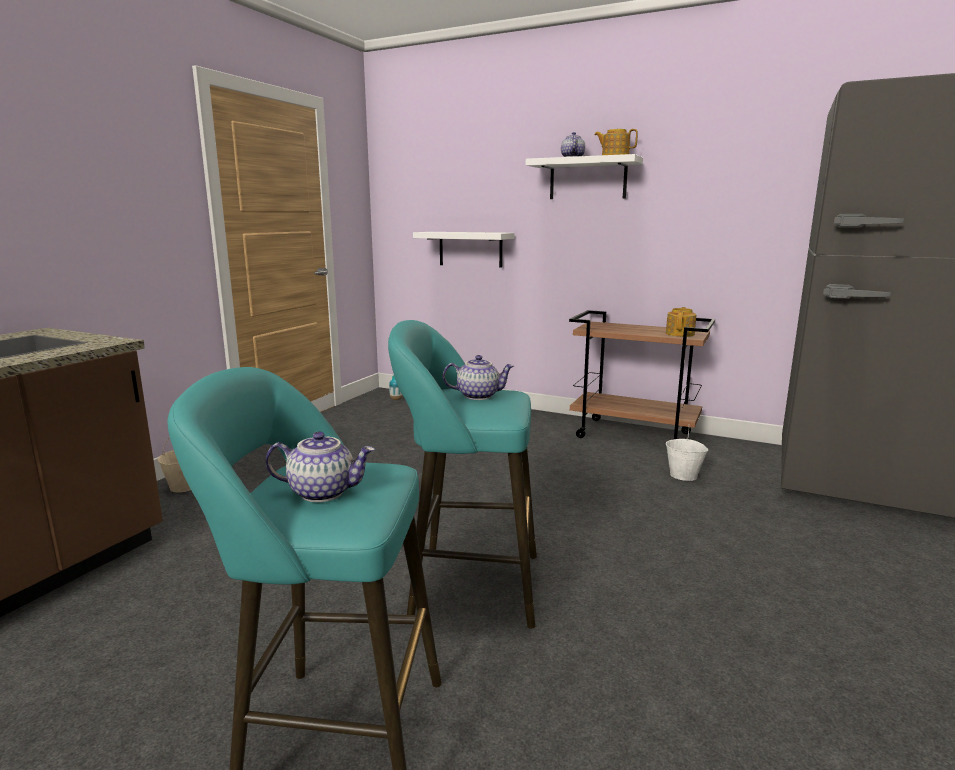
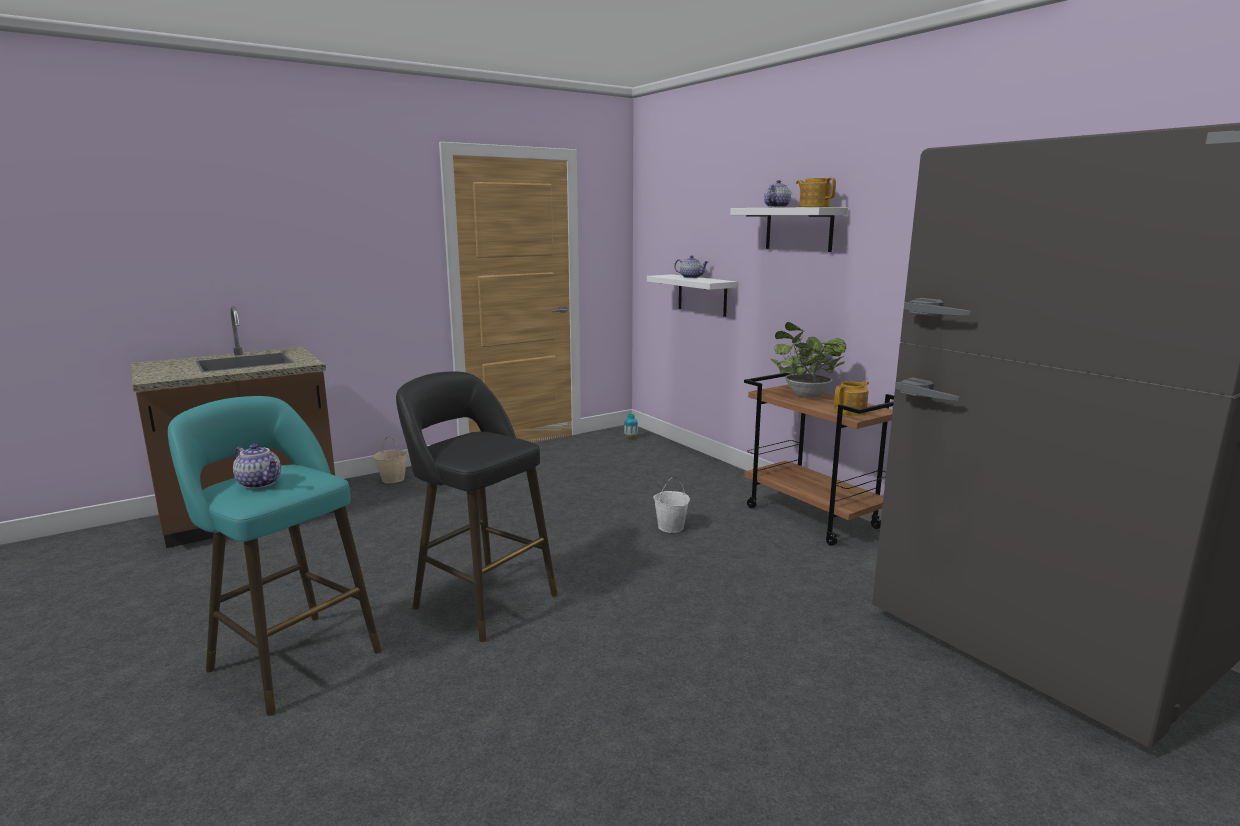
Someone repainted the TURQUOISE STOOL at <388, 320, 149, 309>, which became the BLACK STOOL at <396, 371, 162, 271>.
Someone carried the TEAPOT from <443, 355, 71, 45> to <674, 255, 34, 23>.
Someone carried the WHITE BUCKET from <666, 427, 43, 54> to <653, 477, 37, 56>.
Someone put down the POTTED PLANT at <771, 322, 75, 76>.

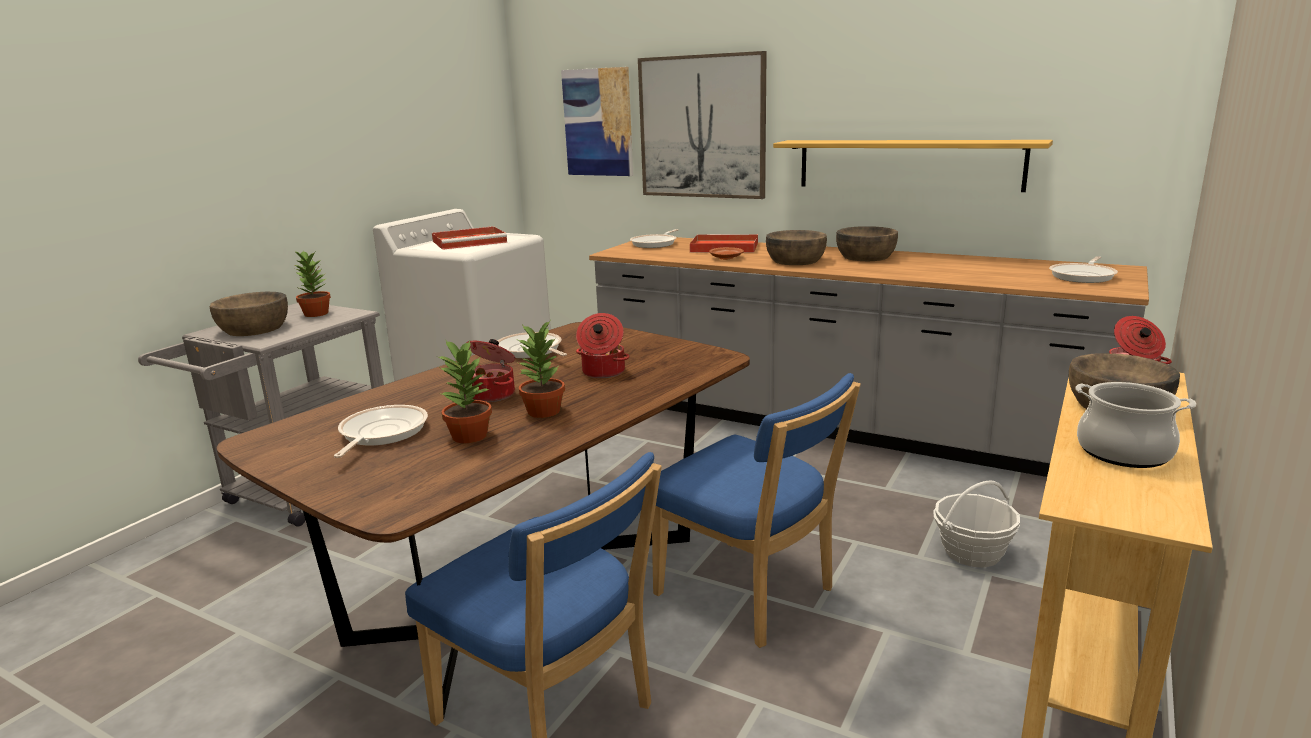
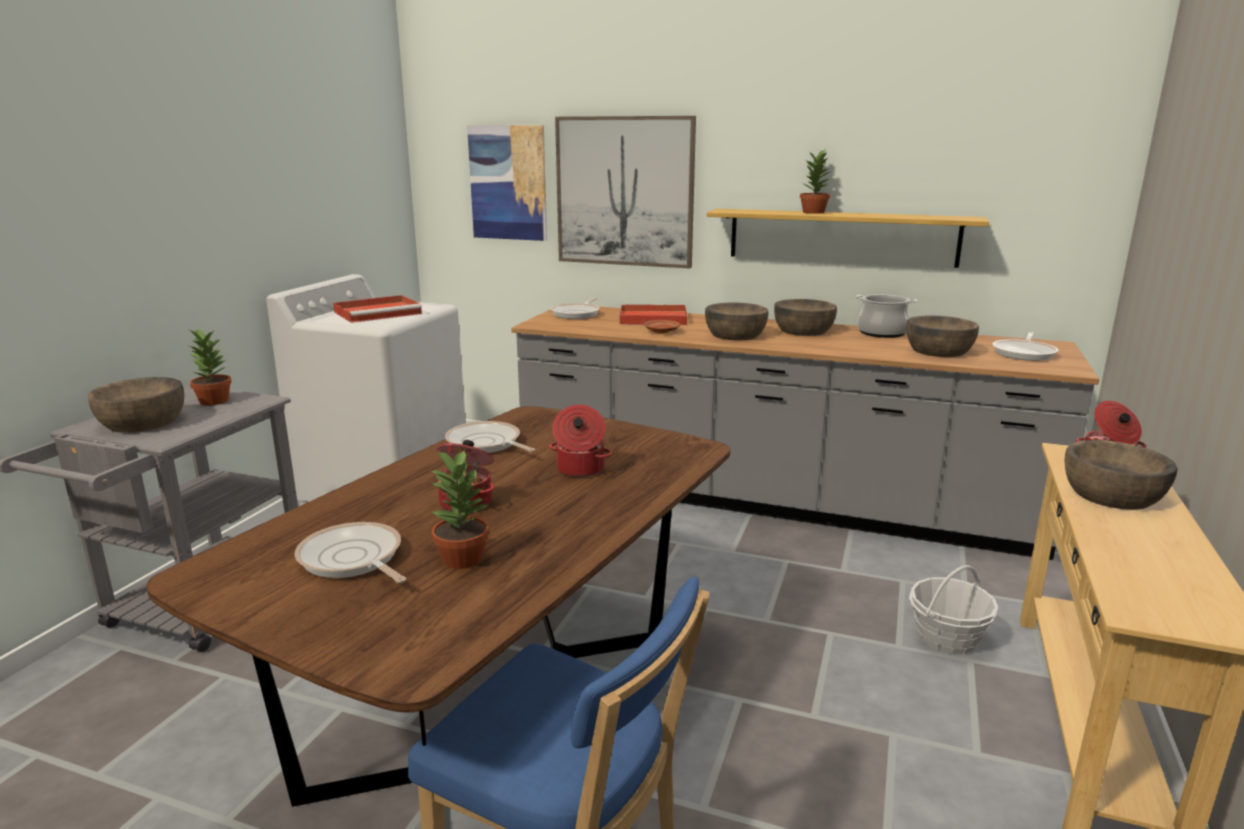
Someone rotated the FRYING PAN at <334, 405, 94, 53> by 45 degrees counterclockwise.
Someone carried the POTTED PLANT from <518, 321, 47, 97> to <800, 149, 32, 65>.
Someone took away the BLUE CHAIR at <652, 373, 209, 275>.
Someone carried the COOKING POT from <1075, 382, 121, 86> to <856, 294, 61, 44>.
Someone put down the BROWN BOWL at <906, 315, 73, 42>.

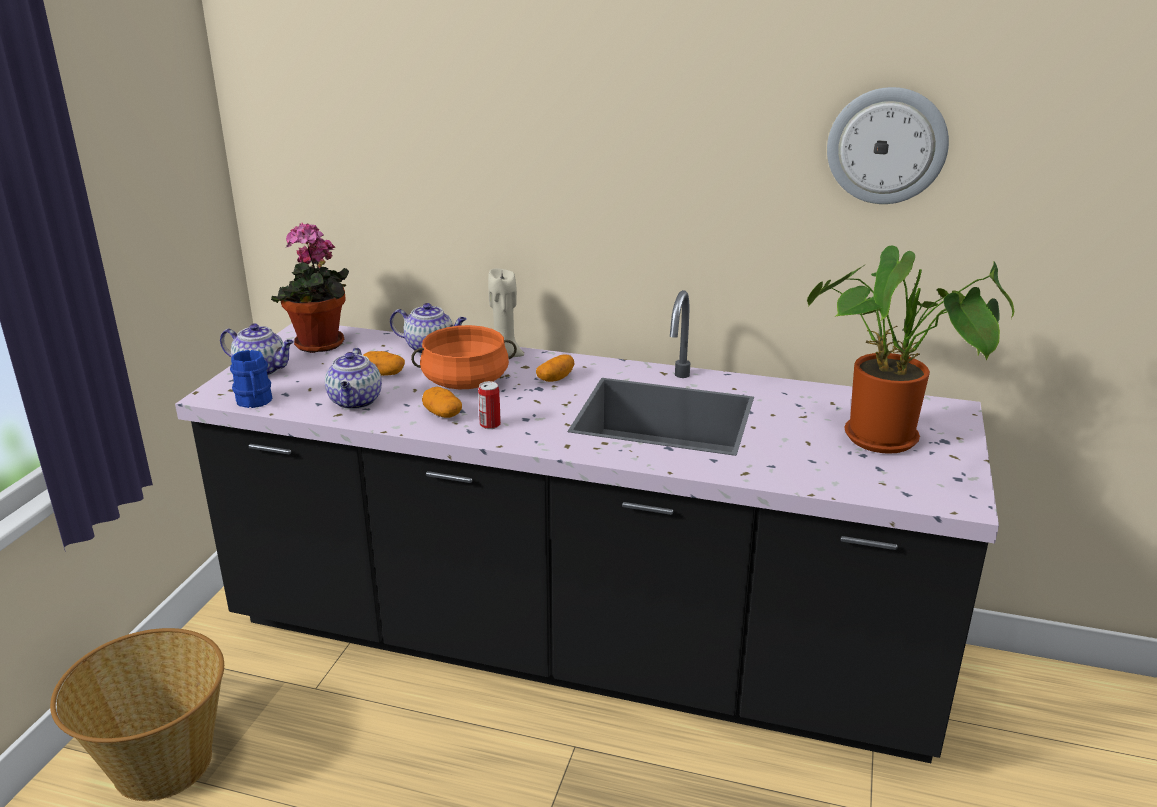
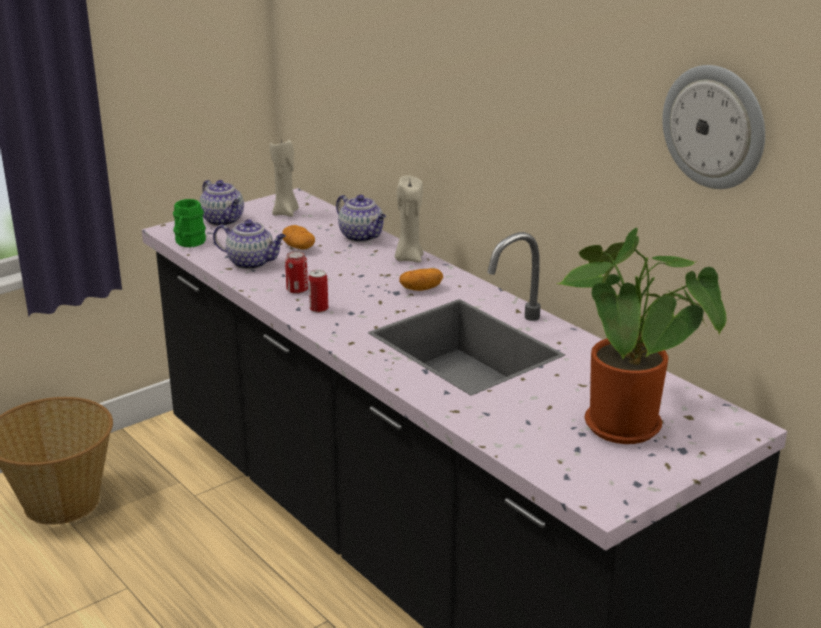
Someone repainted the BLUE MUG at <230, 350, 42, 58>, which became the GREEN MUG at <173, 199, 33, 48>.
Someone swapped the POTTED PLANT at <271, 223, 78, 130> for the BEIGE CANDLE at <270, 140, 29, 77>.
Someone rotated the TEAPOT at <325, 348, 57, 61> by 105 degrees counterclockwise.
Someone took away the ORANGE COOKING POT at <411, 325, 106, 64>.
Someone swapped the POTATO at <422, 387, 40, 31> for the CAN at <285, 251, 23, 43>.

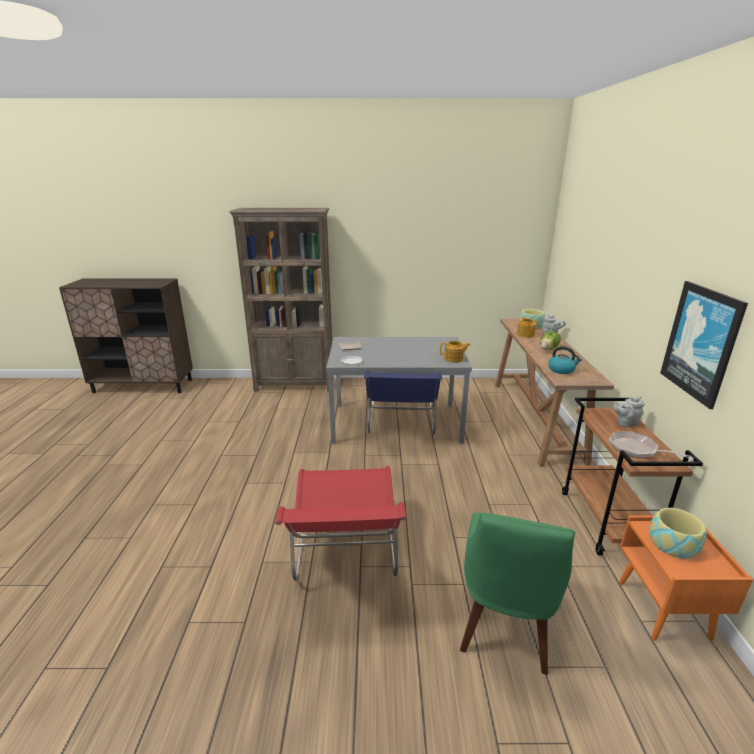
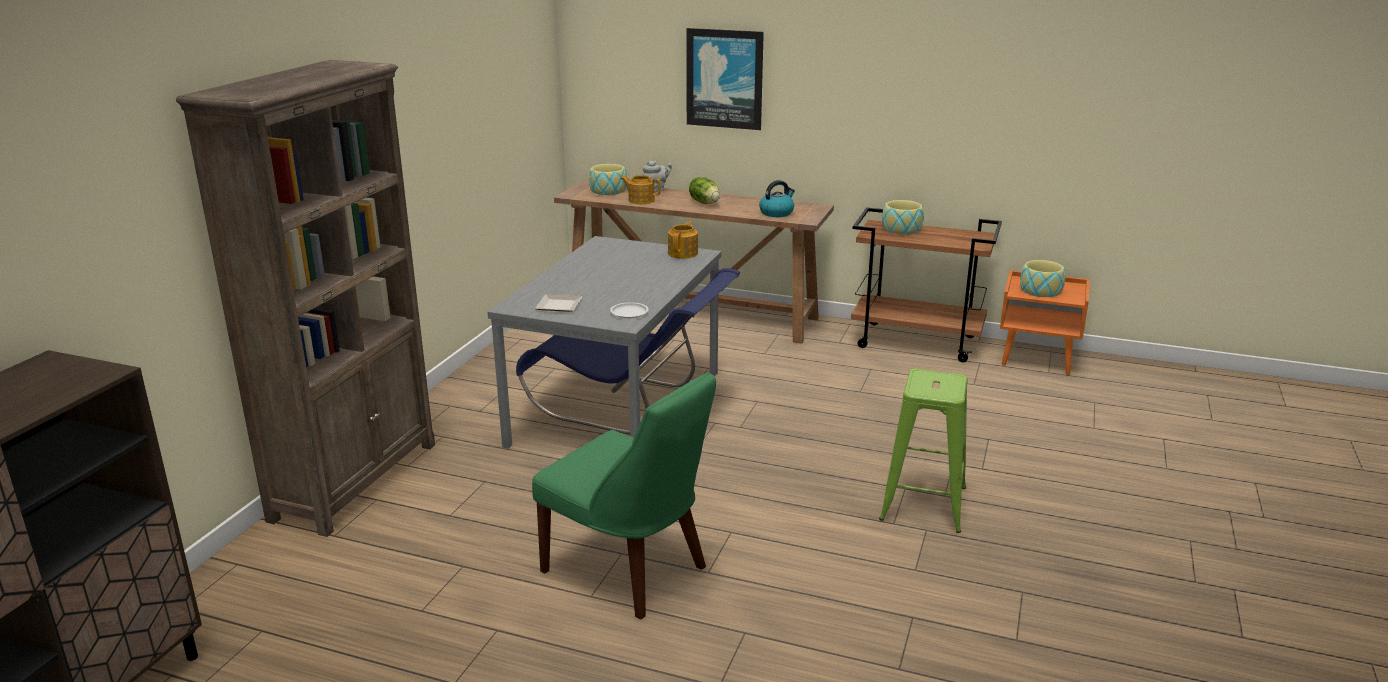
Someone swapped the RED CHAIR at <275, 466, 132, 115> for the GREEN STOOL at <879, 369, 89, 164>.
Someone carried the GREEN CHAIR from <460, 512, 115, 163> to <532, 372, 184, 247>.
Someone took away the FRYING PAN at <609, 431, 85, 28>.
Someone swapped the GREY TEAPOT at <613, 396, 32, 31> for the BOWL at <882, 200, 42, 35>.
Someone carried the PICTURE from <660, 281, 88, 128> to <686, 28, 78, 102>.

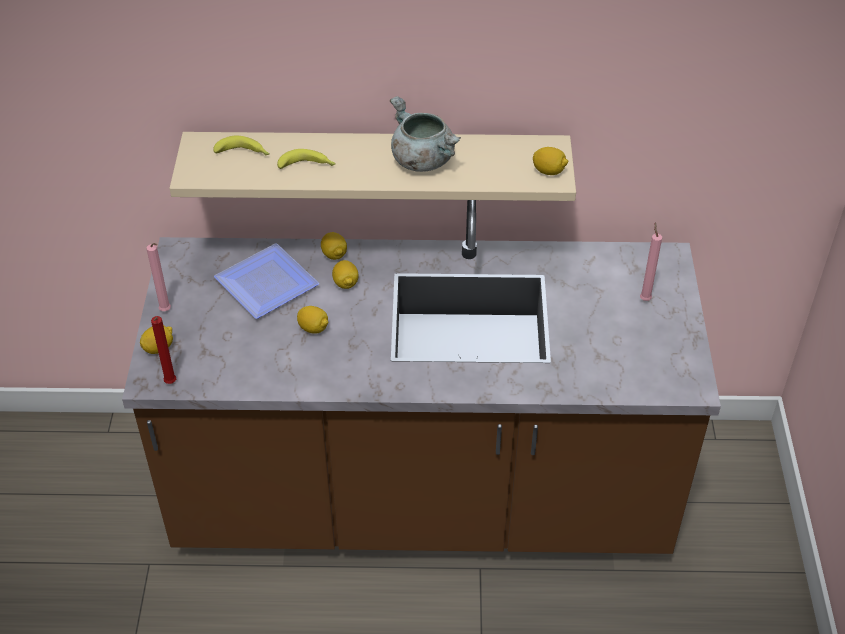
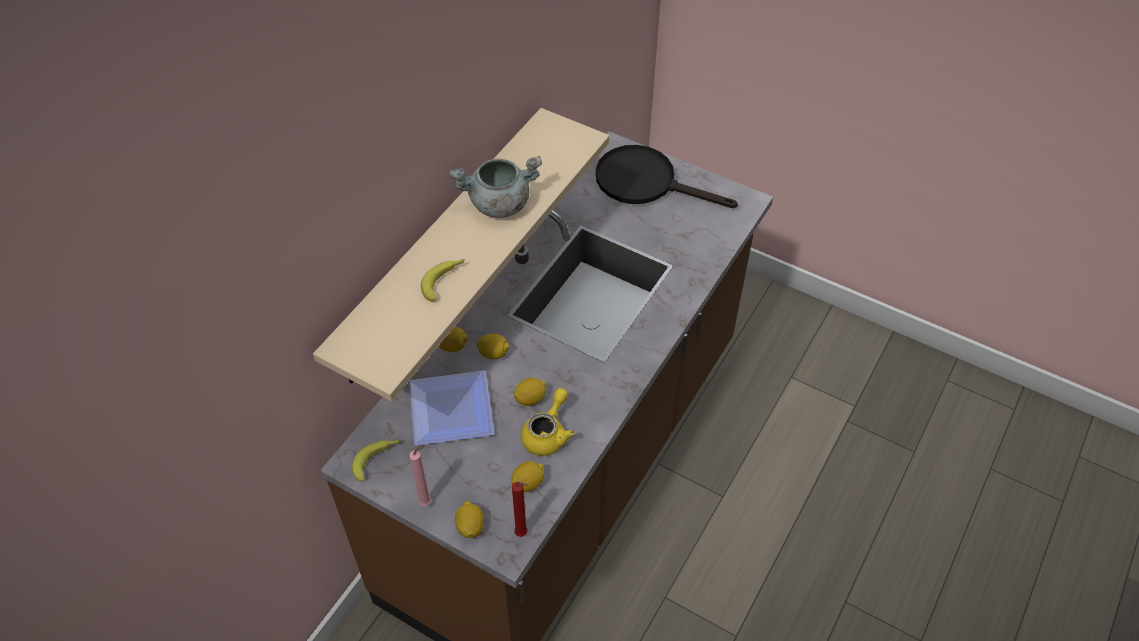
Someone carried the BANANA from <213, 135, 57, 21> to <352, 440, 48, 41>.
Someone carried the LEMON from <533, 147, 35, 28> to <511, 461, 33, 31>.
Someone swapped the PINK CANDLE at <640, 222, 22, 79> for the BLACK FRYING PAN at <596, 145, 142, 63>.
Someone put down the YELLOW TEAPOT at <521, 388, 54, 68>.

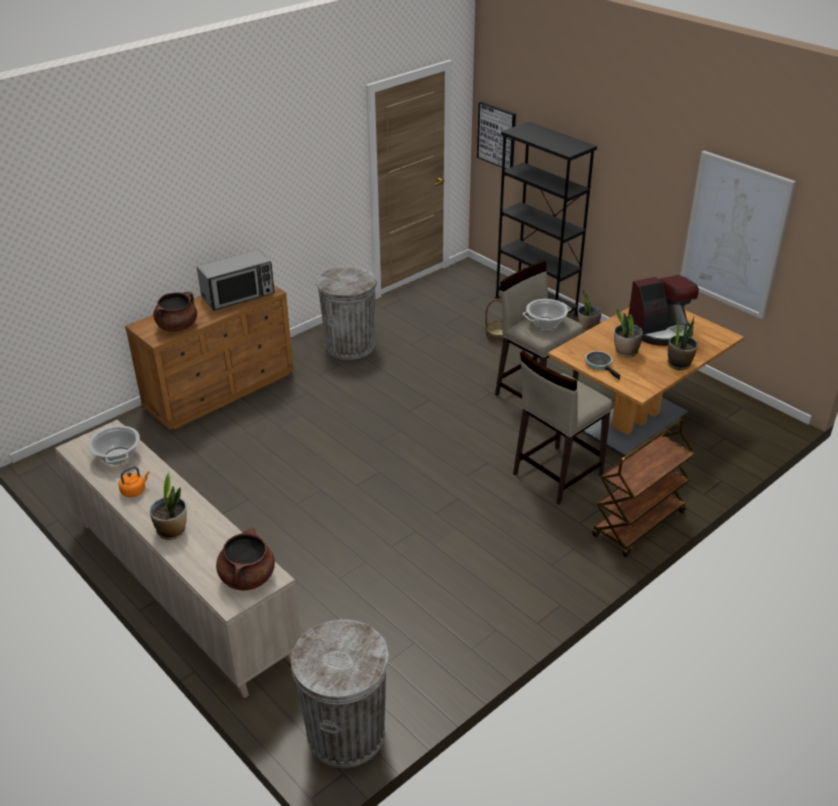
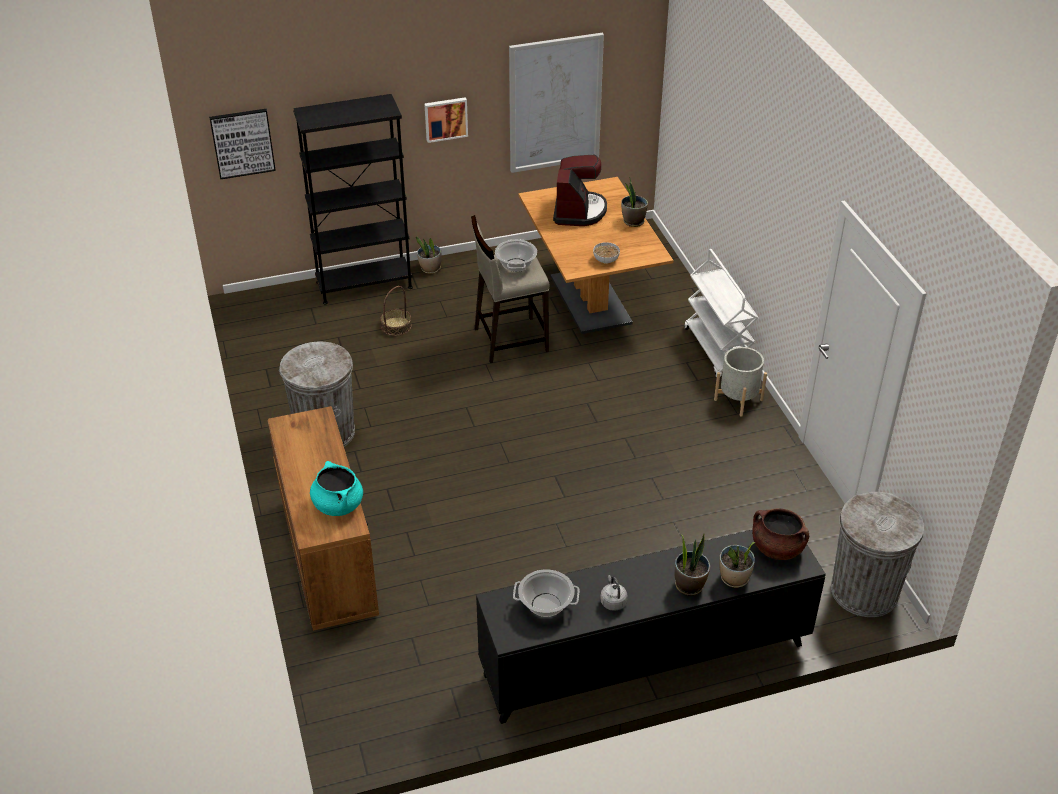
Someone repainted the BEIGE CABINET at <55, 419, 246, 279>, which became the BLACK CABINET at <476, 530, 350, 194>.
Someone repainted the ORANGE KETTLE at <119, 467, 31, 30>, which became the GREY KETTLE at <600, 575, 27, 36>.
Someone repainted the BROWN COOKING POT at <153, 292, 44, 40>, which became the TURQUOISE COOKING POT at <310, 461, 53, 55>.
Someone took away the MICROWAVE at <197, 249, 78, 61>.
Someone took away the BEIGE STOOL at <513, 350, 99, 155>.
Someone swapped the FRYING PAN at <585, 351, 35, 29> for the BOWL at <593, 242, 27, 22>.
Someone repainted the BROWN CART at <592, 418, 103, 139>, which became the WHITE CART at <684, 249, 74, 130>.
Someone carried the POTTED PLANT from <614, 308, 29, 49> to <719, 542, 36, 46>.
Someone put up the PICTURE at <424, 97, 44, 46>.
Someone put down the GREY PLANTER at <714, 347, 53, 70>.

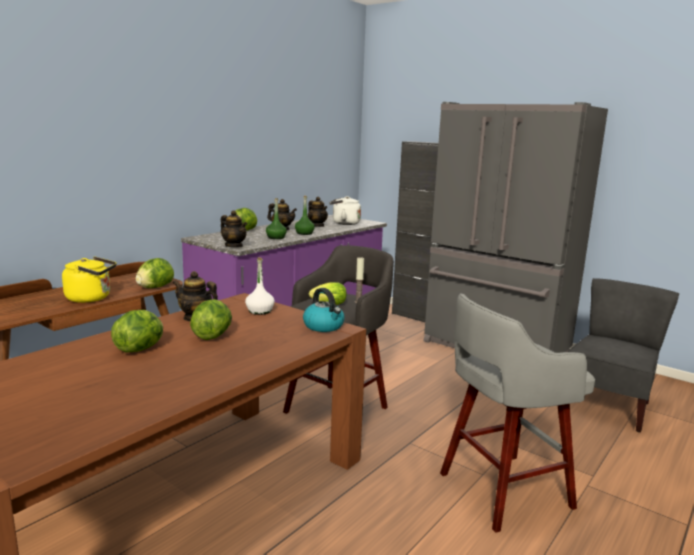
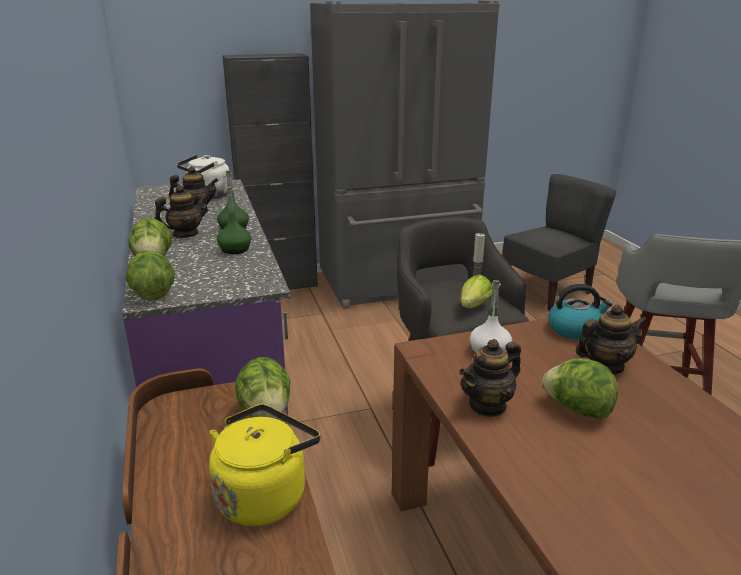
Someone carried the LETTUCE from <111, 310, 52, 43> to <126, 251, 49, 49>.
Someone carried the TEAPOT from <221, 210, 26, 37> to <576, 305, 71, 69>.
Someone rotated the GREY CHAIR at <568, 278, 111, 154> by 75 degrees clockwise.

